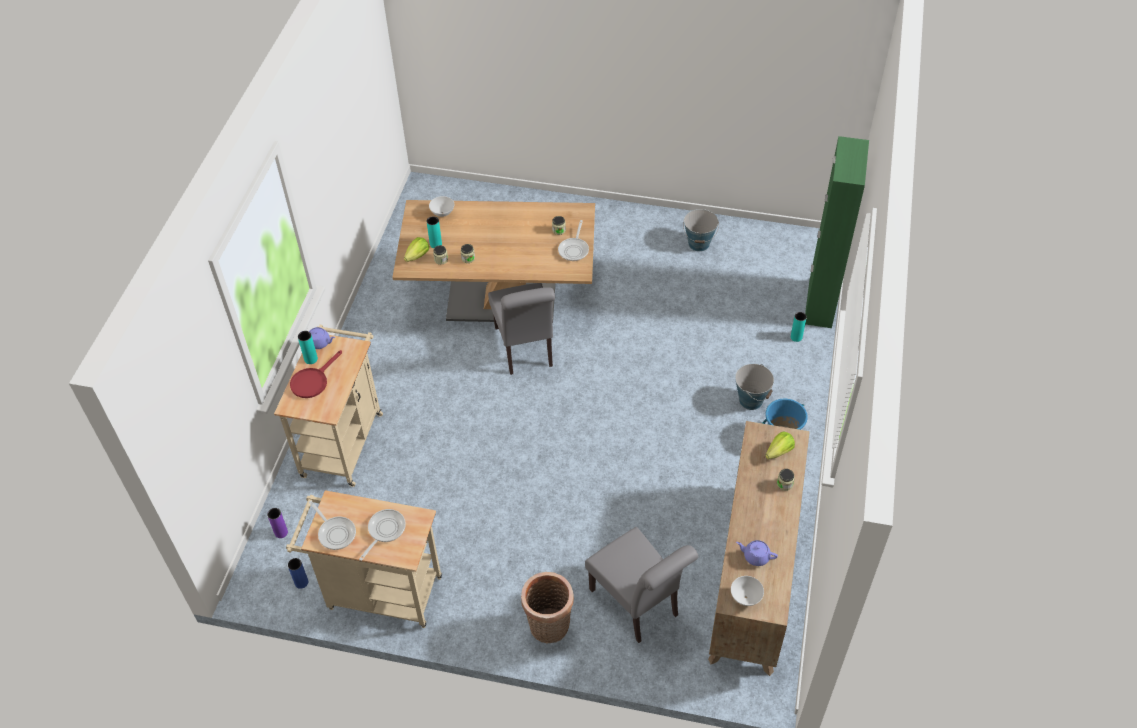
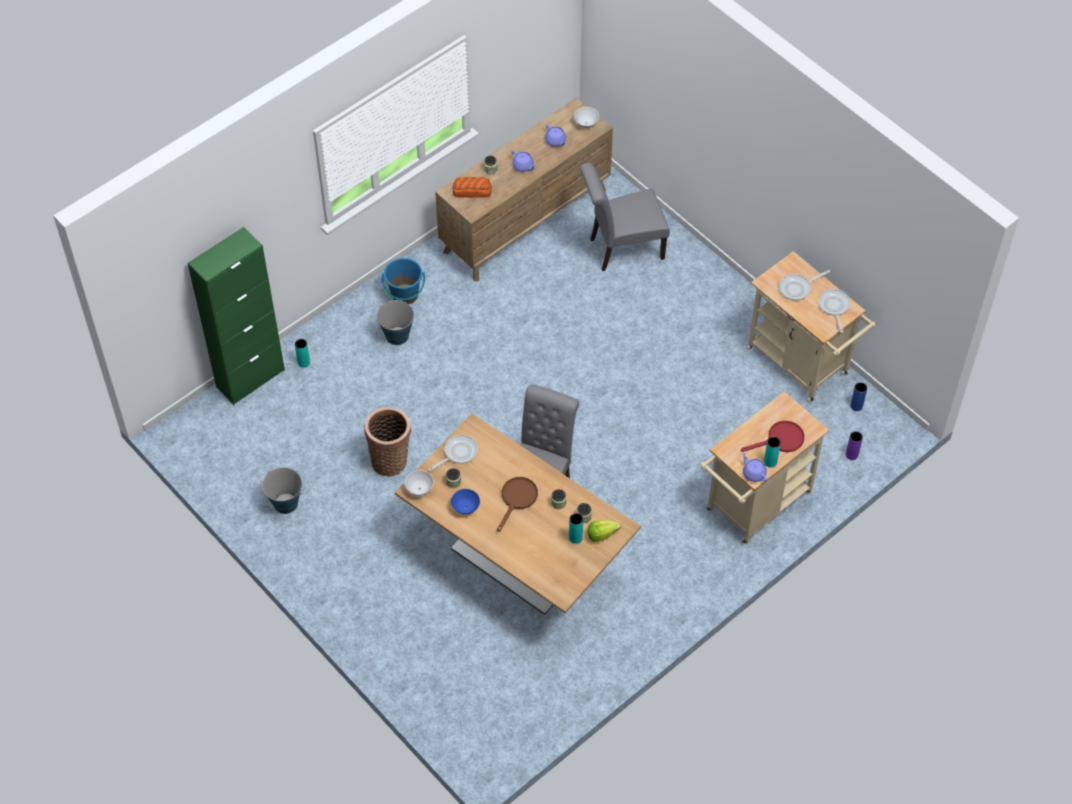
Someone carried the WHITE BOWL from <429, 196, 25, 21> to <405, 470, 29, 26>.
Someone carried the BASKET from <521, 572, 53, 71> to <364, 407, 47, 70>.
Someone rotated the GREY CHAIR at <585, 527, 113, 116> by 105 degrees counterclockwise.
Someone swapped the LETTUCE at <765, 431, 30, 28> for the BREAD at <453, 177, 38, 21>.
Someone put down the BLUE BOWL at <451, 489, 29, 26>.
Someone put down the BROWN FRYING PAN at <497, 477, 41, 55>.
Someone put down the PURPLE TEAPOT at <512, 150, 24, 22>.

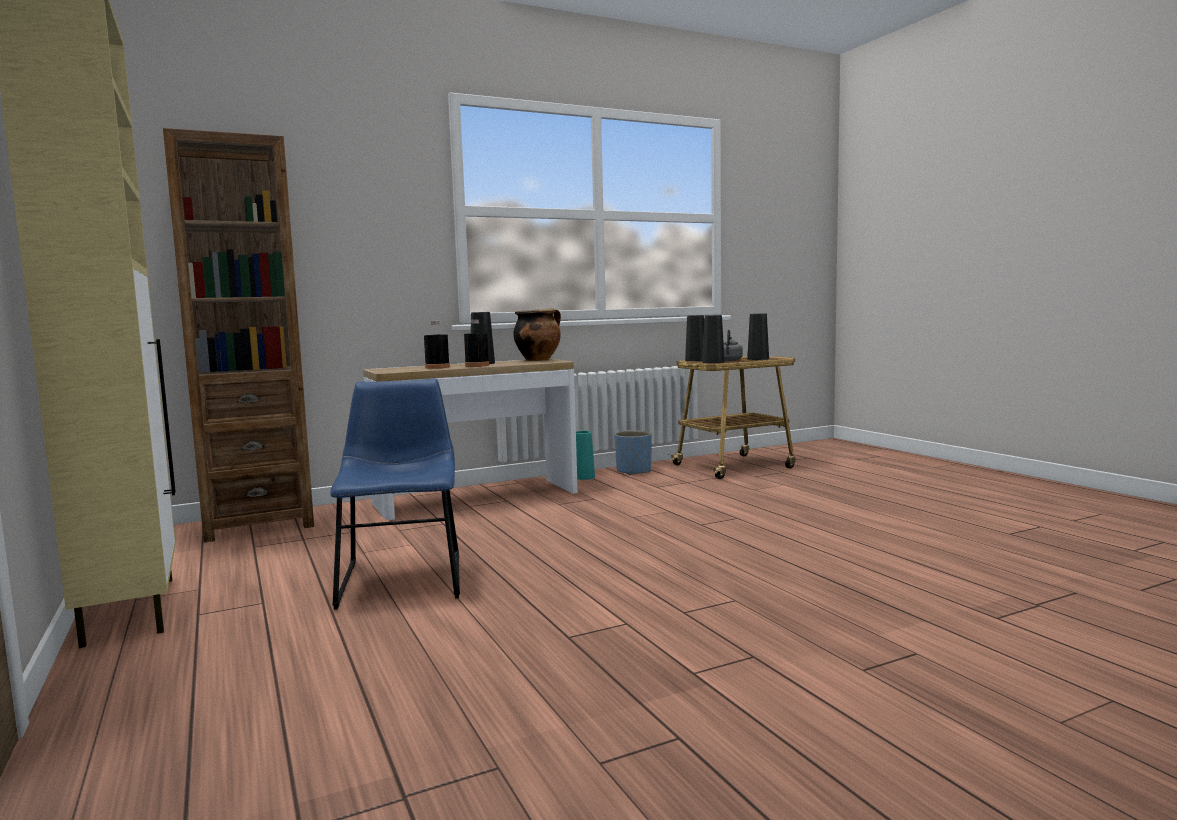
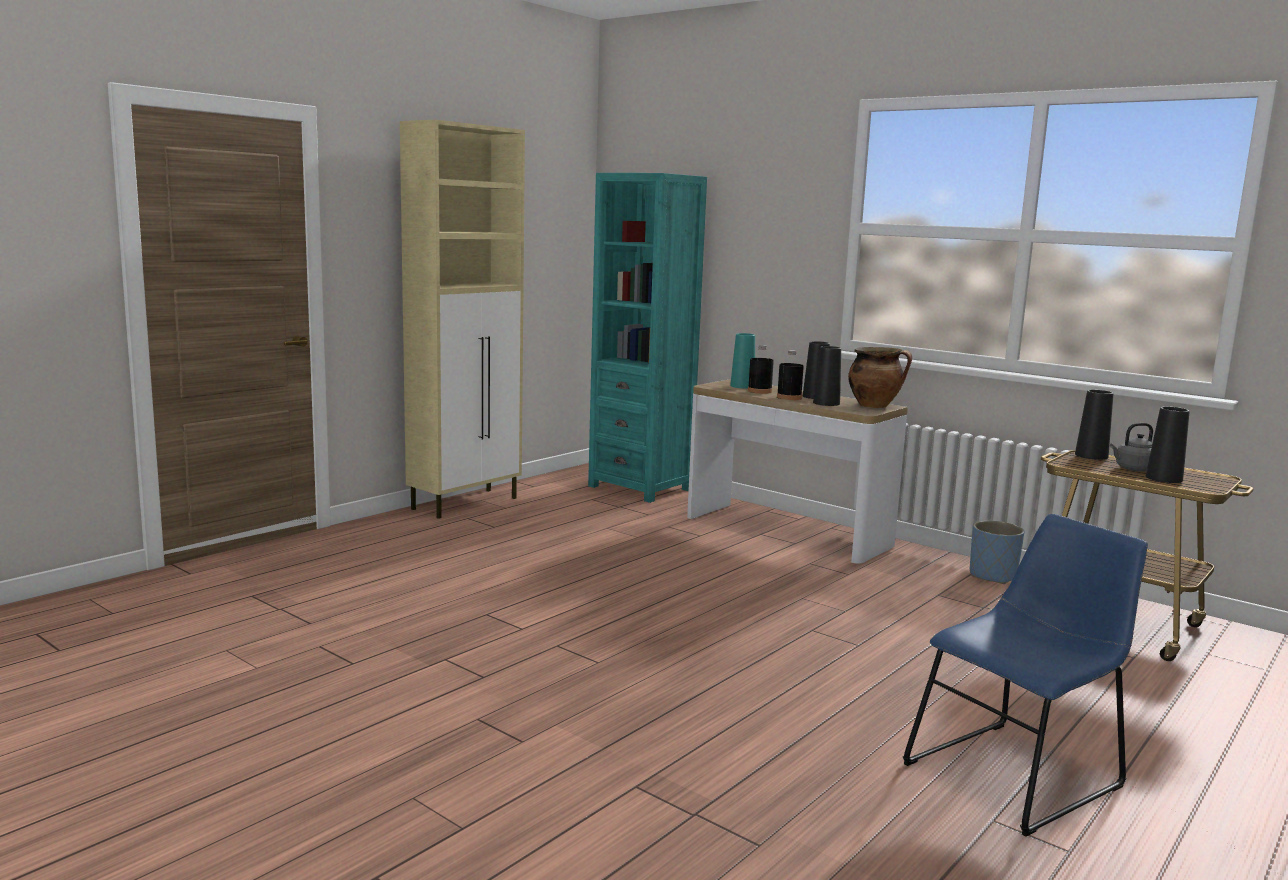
Someone repainted the BROWN BOOKCASE at <163, 128, 151, 415>, which became the TURQUOISE BOOKCASE at <588, 173, 119, 330>.
Someone carried the BLUE CHAIR from <330, 379, 130, 231> to <903, 514, 245, 323>.
Someone carried the TURQUOISE VASE from <576, 431, 19, 49> to <730, 333, 25, 55>.
Someone carried the BLACK VASE from <702, 315, 23, 48> to <813, 346, 28, 60>.

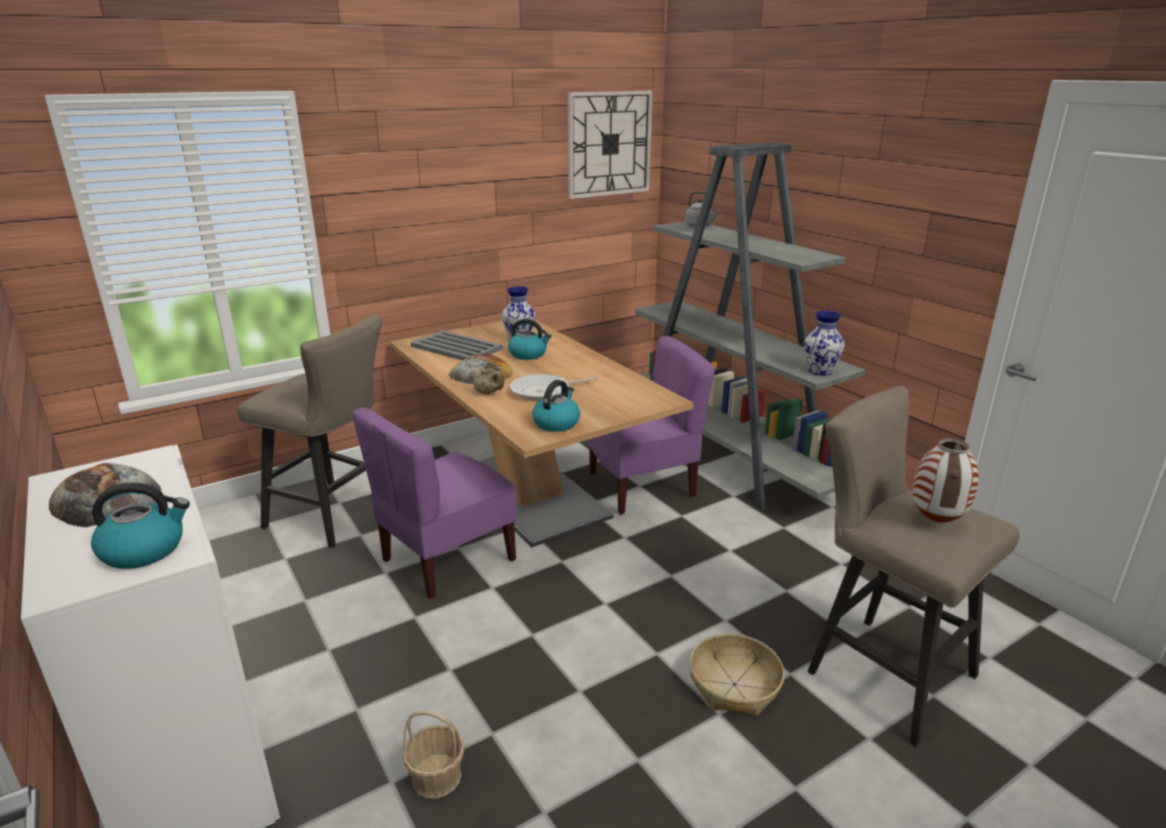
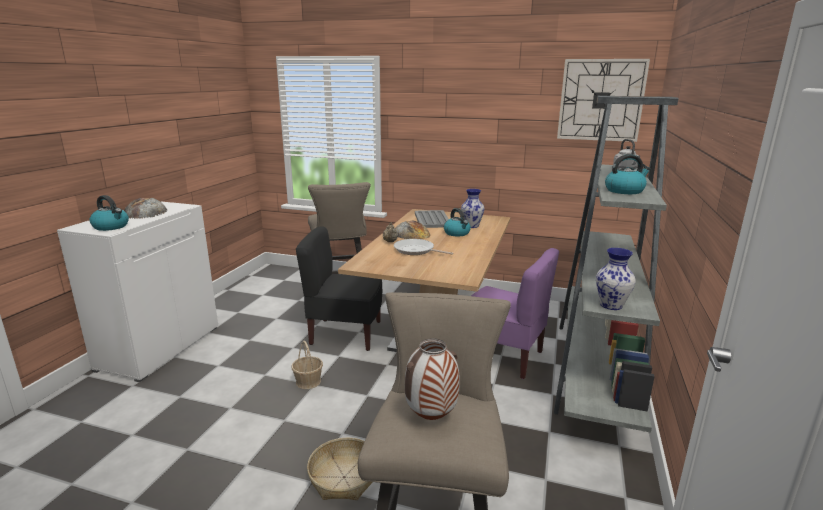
Someone repainted the PURPLE CHAIR at <352, 407, 165, 192>, which became the BLACK CHAIR at <296, 227, 86, 124>.
Someone carried the BASKET from <402, 710, 63, 89> to <292, 341, 31, 48>.
Someone carried the KETTLE from <532, 380, 48, 52> to <605, 154, 46, 40>.

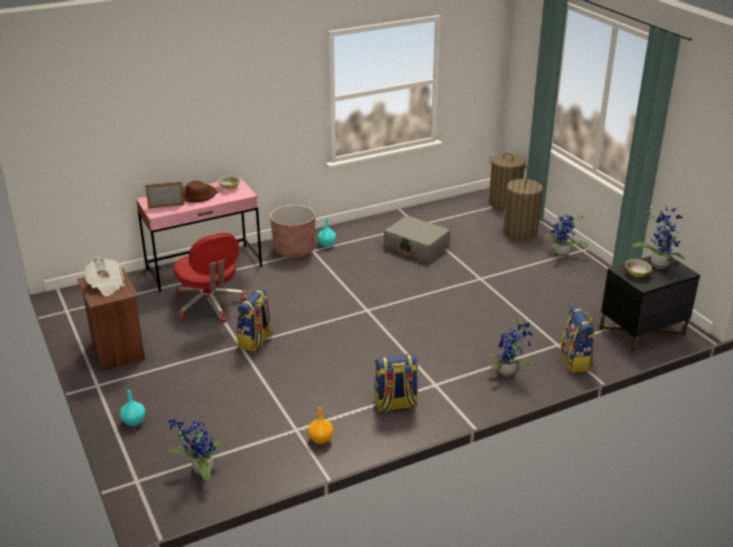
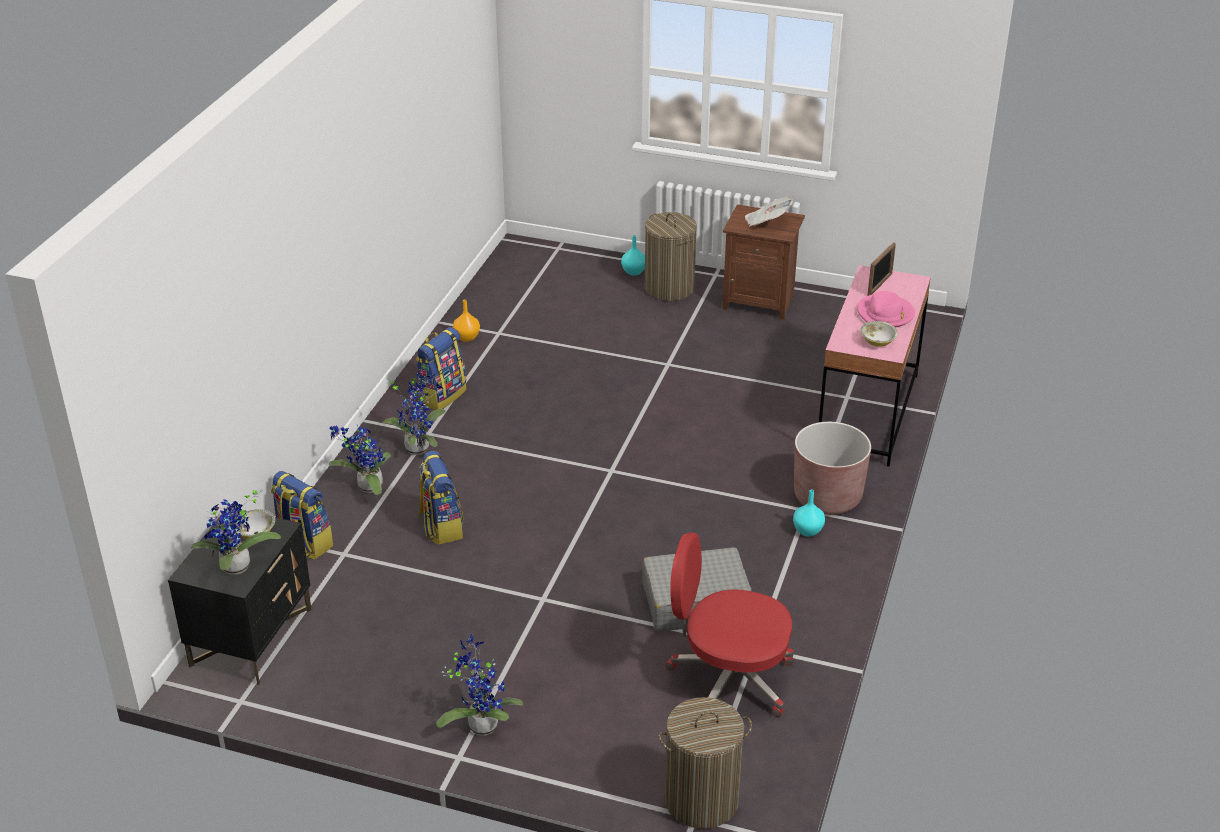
Someone carried the POTTED PLANT from <168, 418, 54, 62> to <382, 370, 64, 85>.
Someone carried the RED OFFICE CHAIR from <174, 232, 73, 91> to <666, 532, 128, 185>.
Someone repainted the BROWN HAT at <182, 180, 36, 23>, which became the PINK HAT at <857, 291, 58, 37>.
Someone carried the BACKPACK from <237, 288, 36, 64> to <418, 451, 46, 93>.
Someone carried the LAUNDRY BASKET from <503, 178, 40, 62> to <645, 212, 52, 89>.

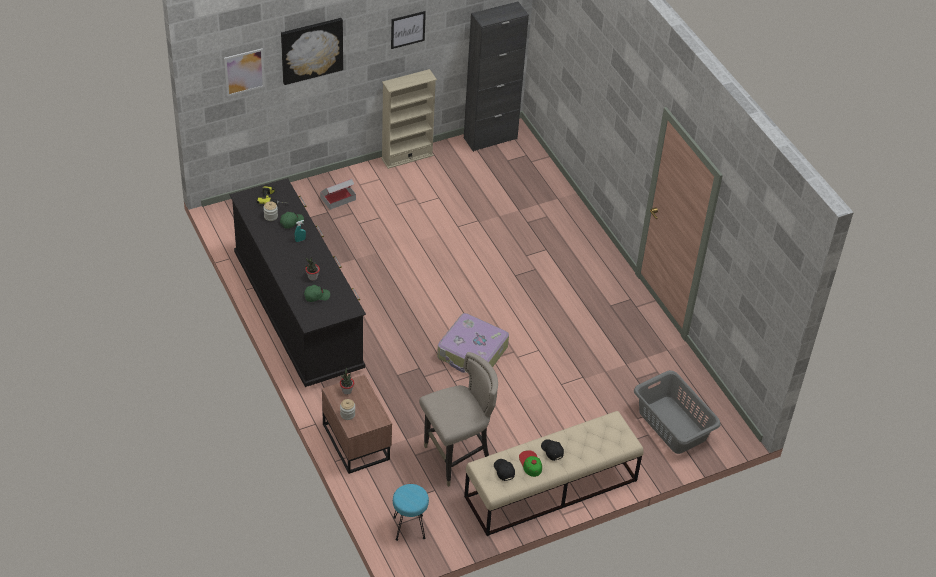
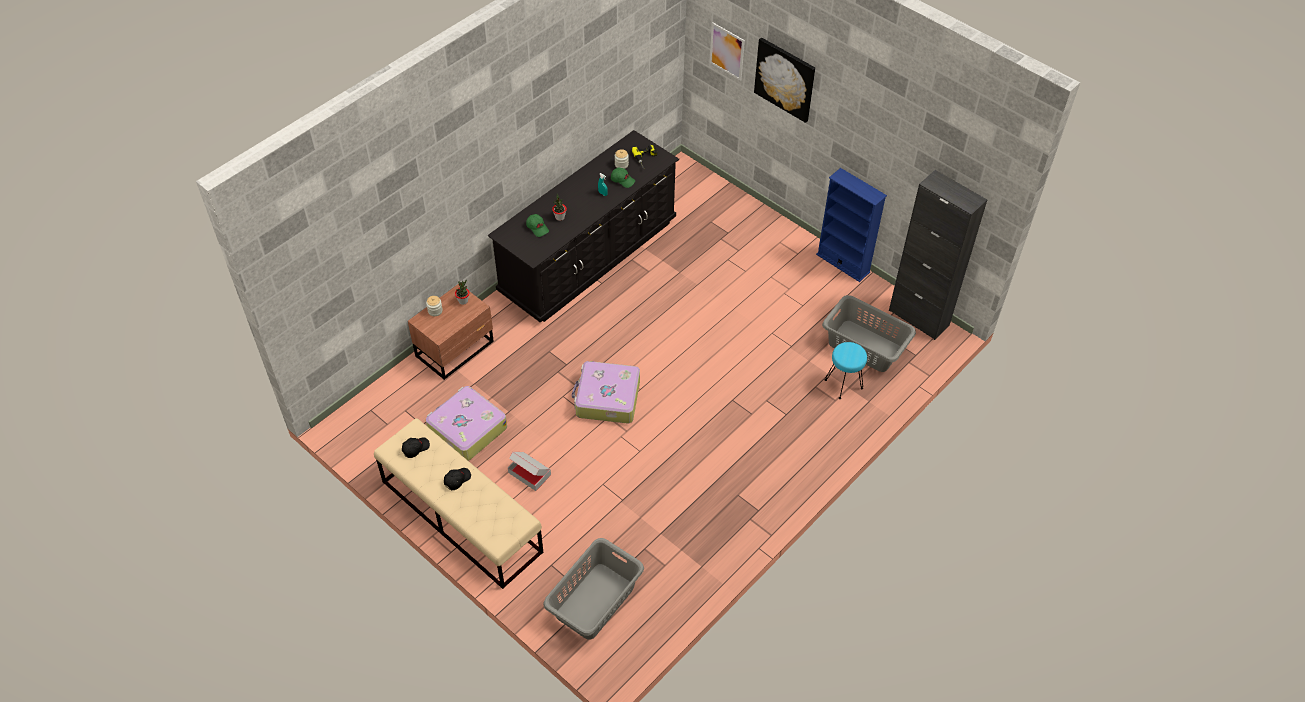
Someone carried the CARDBOARD BOX from <320, 179, 36, 31> to <508, 452, 43, 39>.
Someone repainted the BEIGE BOOKCASE at <381, 69, 56, 100>, which became the BLUE BOOKCASE at <816, 168, 71, 114>.
Someone took away the PICTURE at <391, 11, 35, 38>.
Someone carried the TURQUOISE STOOL from <393, 484, 36, 57> to <825, 342, 42, 57>.
Someone swapped the BEIGE STOOL at <419, 352, 79, 135> for the SUITCASE at <426, 386, 81, 75>.
Someone took away the CAP at <519, 450, 23, 27>.
Someone put down the GREY LAUNDRY BASKET at <822, 295, 94, 77>.

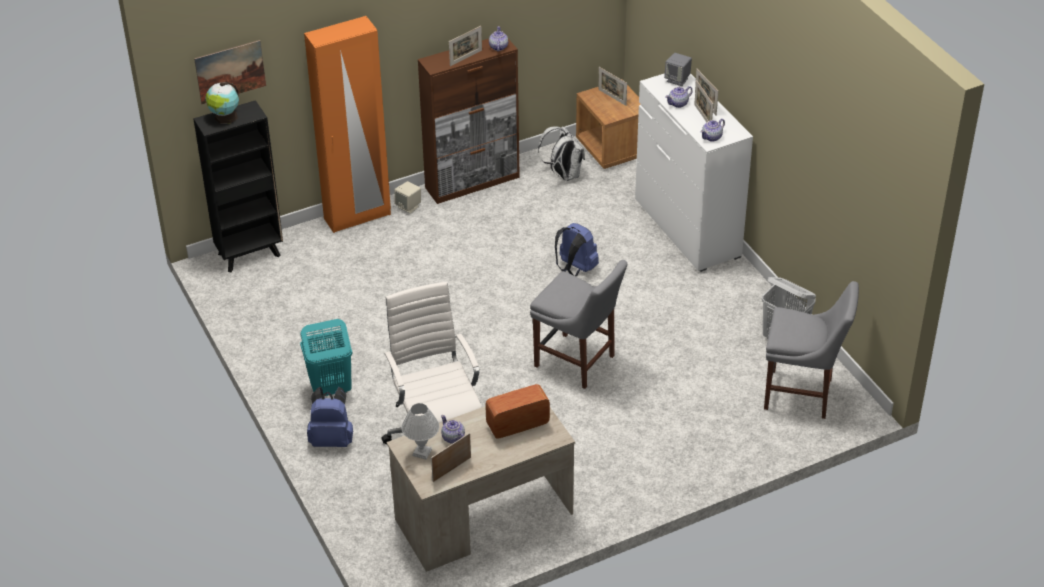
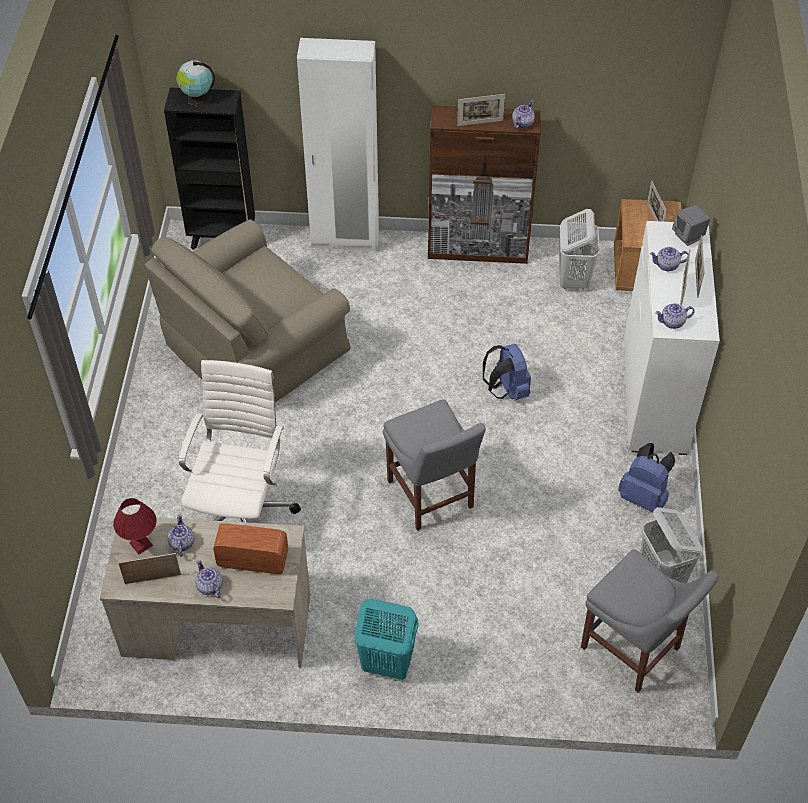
Someone took away the PICTURE at <194, 40, 72, 64>.
Someone carried the TURQUOISE LAUNDRY BASKET from <300, 319, 52, 77> to <354, 599, 65, 81>.
Someone repainted the ORANGE WARDROBE at <304, 16, 87, 217>, which became the WHITE WARDROBE at <297, 38, 82, 214>.
Someone carried the BLUE BACKPACK from <307, 386, 46, 61> to <618, 443, 57, 70>.
Someone took away the BEIGE SPEAKER at <394, 181, 27, 33>.
Someone repainted the WHITE TABLE LAMP at <402, 403, 37, 56>, which became the RED TABLE LAMP at <113, 498, 44, 57>.
Someone swapped the WHITE BACKPACK at <538, 126, 47, 55> for the WHITE LAUNDRY BASKET at <559, 209, 41, 81>.
Someone put down the BEIGE ARMCHAIR at <144, 219, 207, 183>.
Someone put down the TEAPOT at <195, 560, 28, 38>.

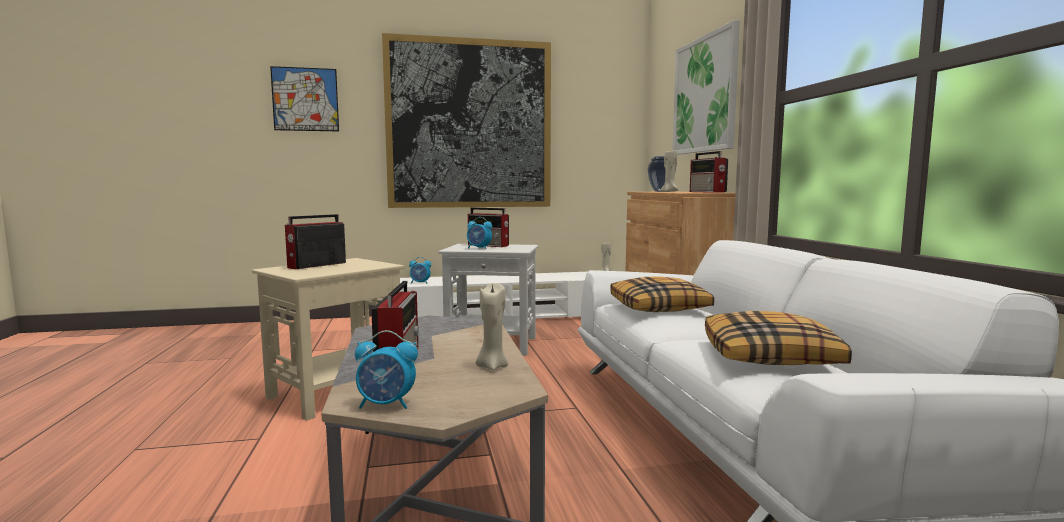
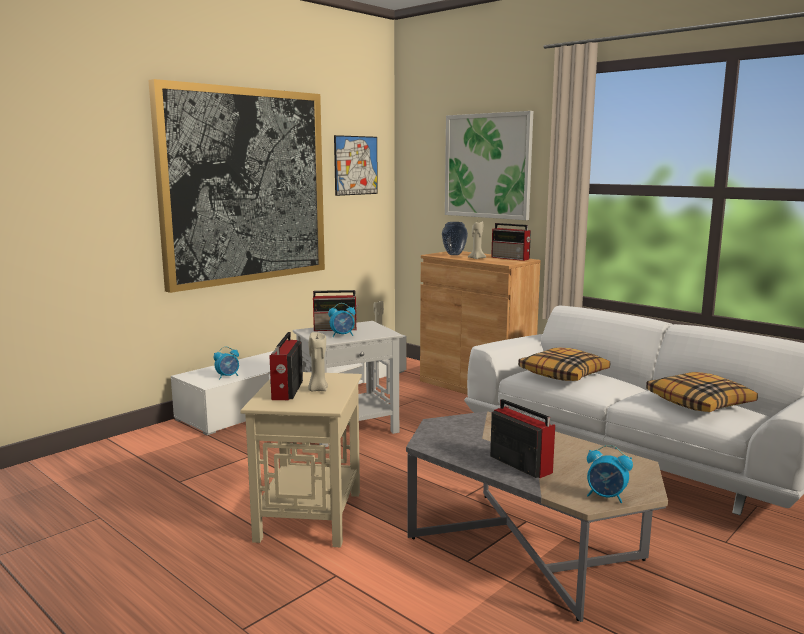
Someone carried the PICTURE from <270, 66, 69, 65> to <334, 135, 44, 61>.
Someone rotated the ALARM CLOCK at <355, 330, 63, 79> by 60 degrees clockwise.
Someone carried the BEIGE CANDLE from <476, 283, 32, 87> to <308, 332, 20, 59>.

